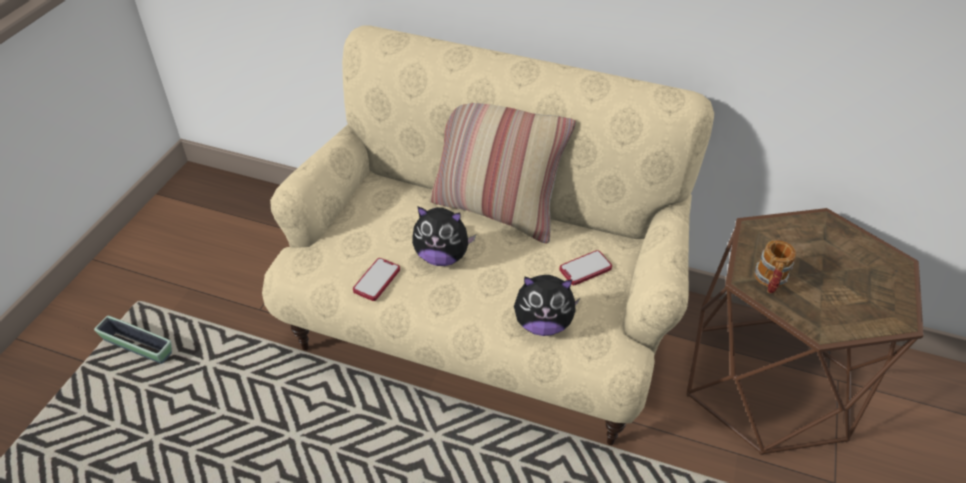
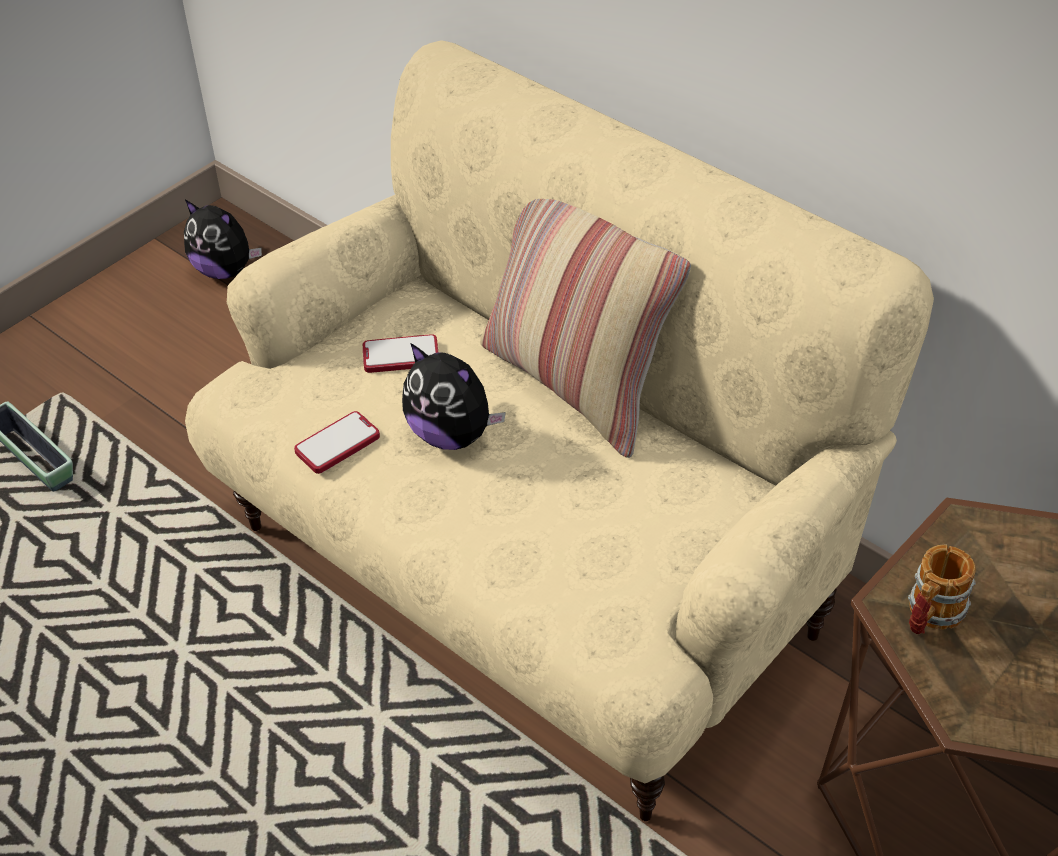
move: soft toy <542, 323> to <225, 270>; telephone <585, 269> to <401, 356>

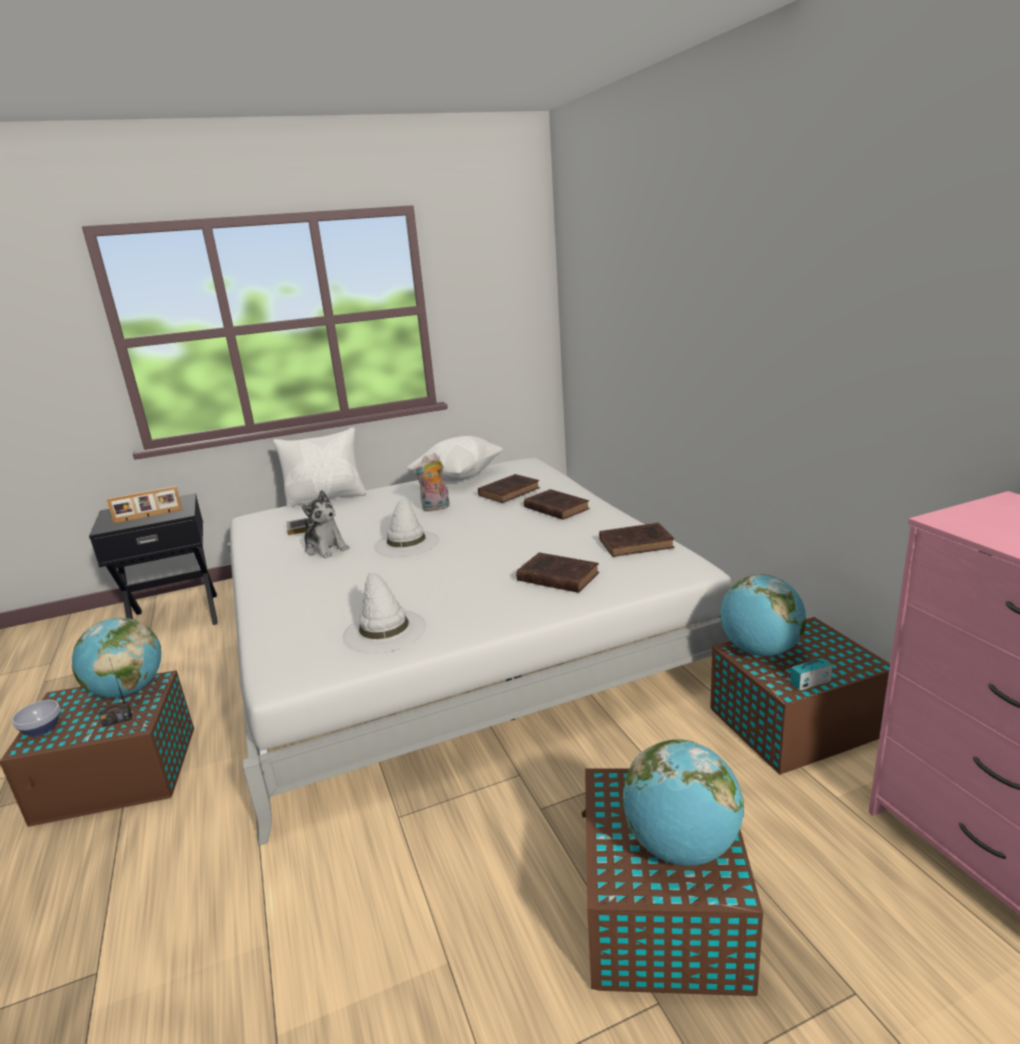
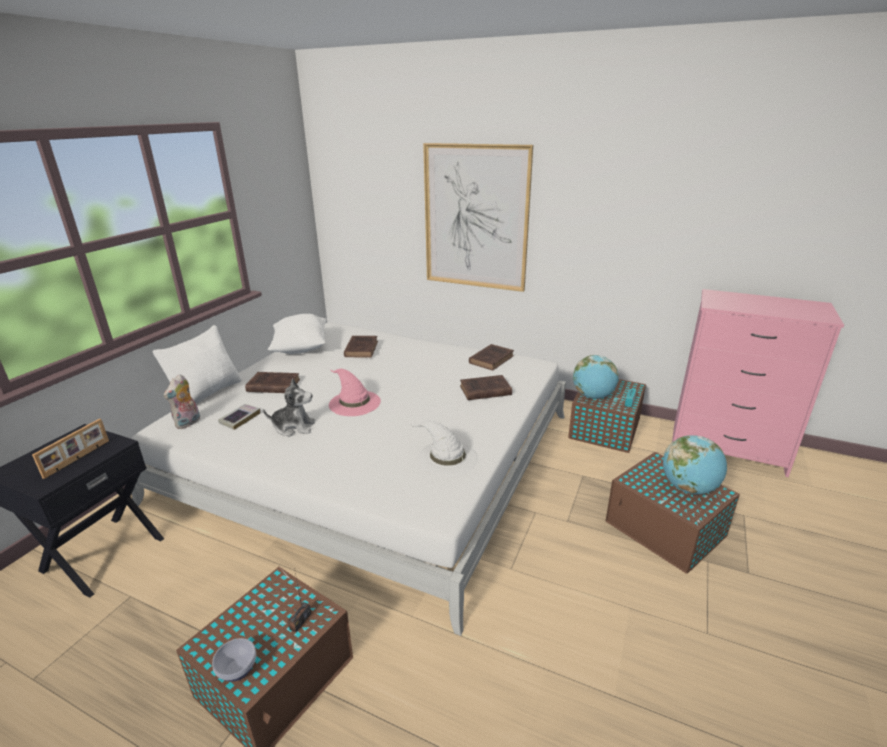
delete: desk globe <128, 690>
insert: wall picture <475, 218>
move: soft toy <435, 508> to <188, 423>; brown-coloured bound book <555, 508> to <272, 385>
recolor: white hat <406, 543> to pink-coloured hat <354, 402>

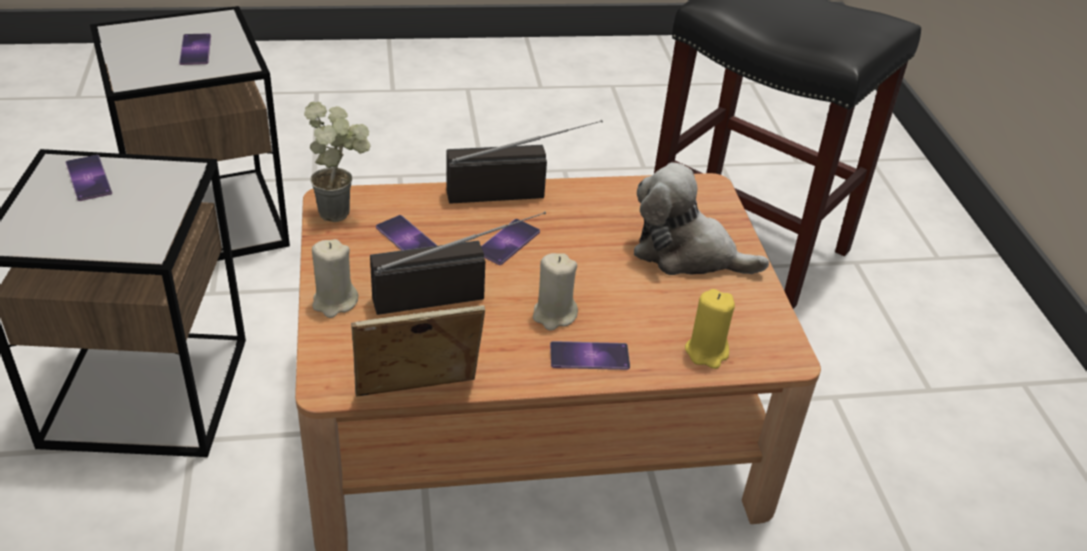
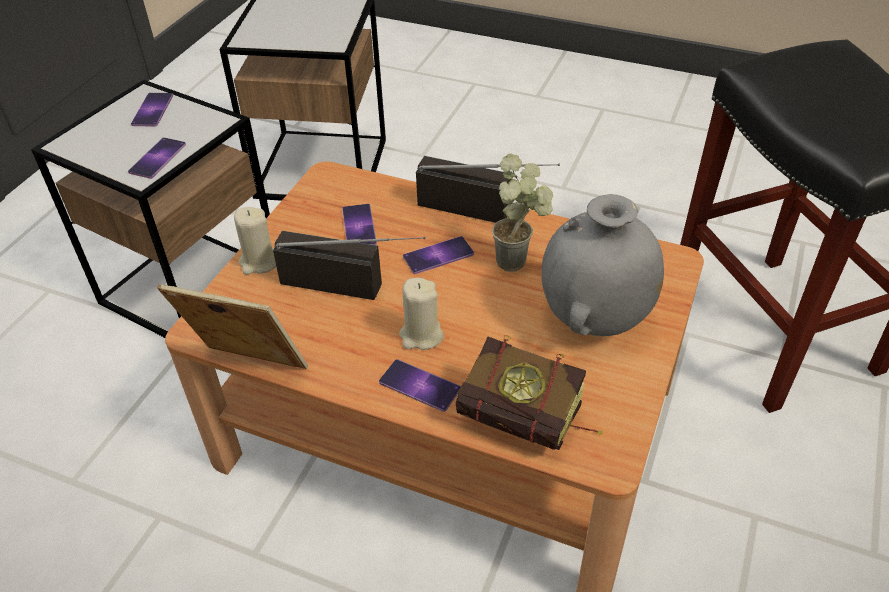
move: telephone <195, 49> to <157, 158>; houseplant <343, 211> to <520, 262>
replace: yellow-coloured wax light <707, 352> to bound book <531, 424>; soft toy <687, 254> to grey decorative vase <594, 320>

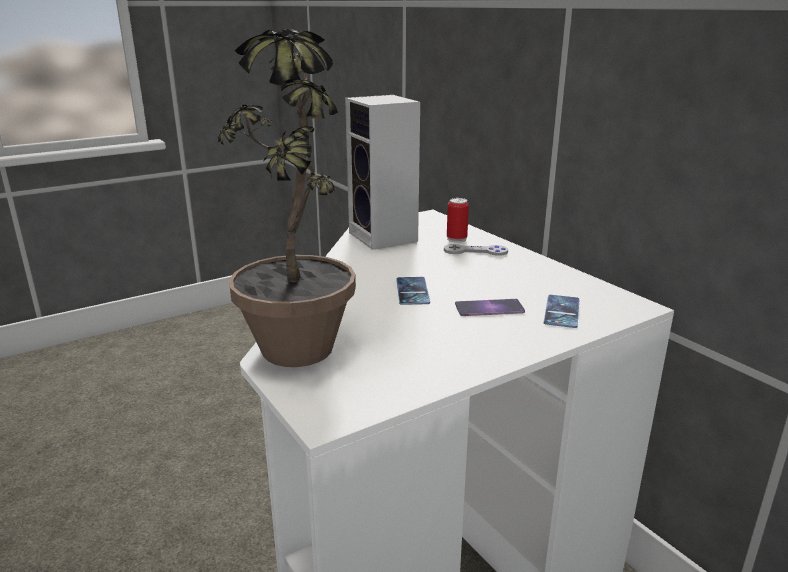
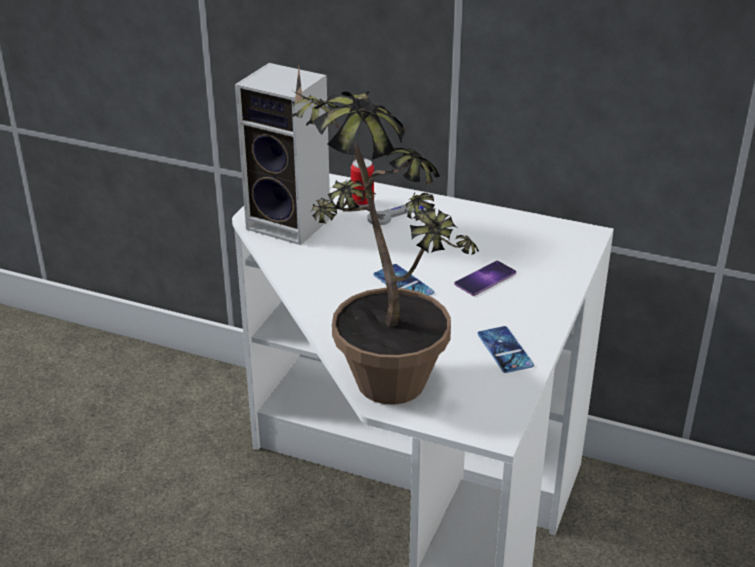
move: telephone <561, 311> to <505, 350>

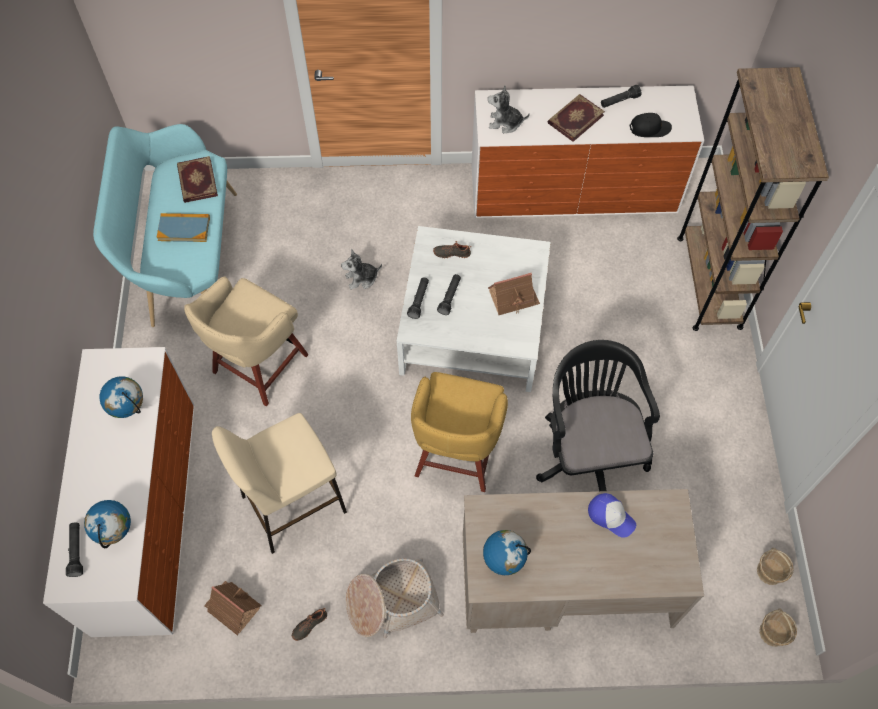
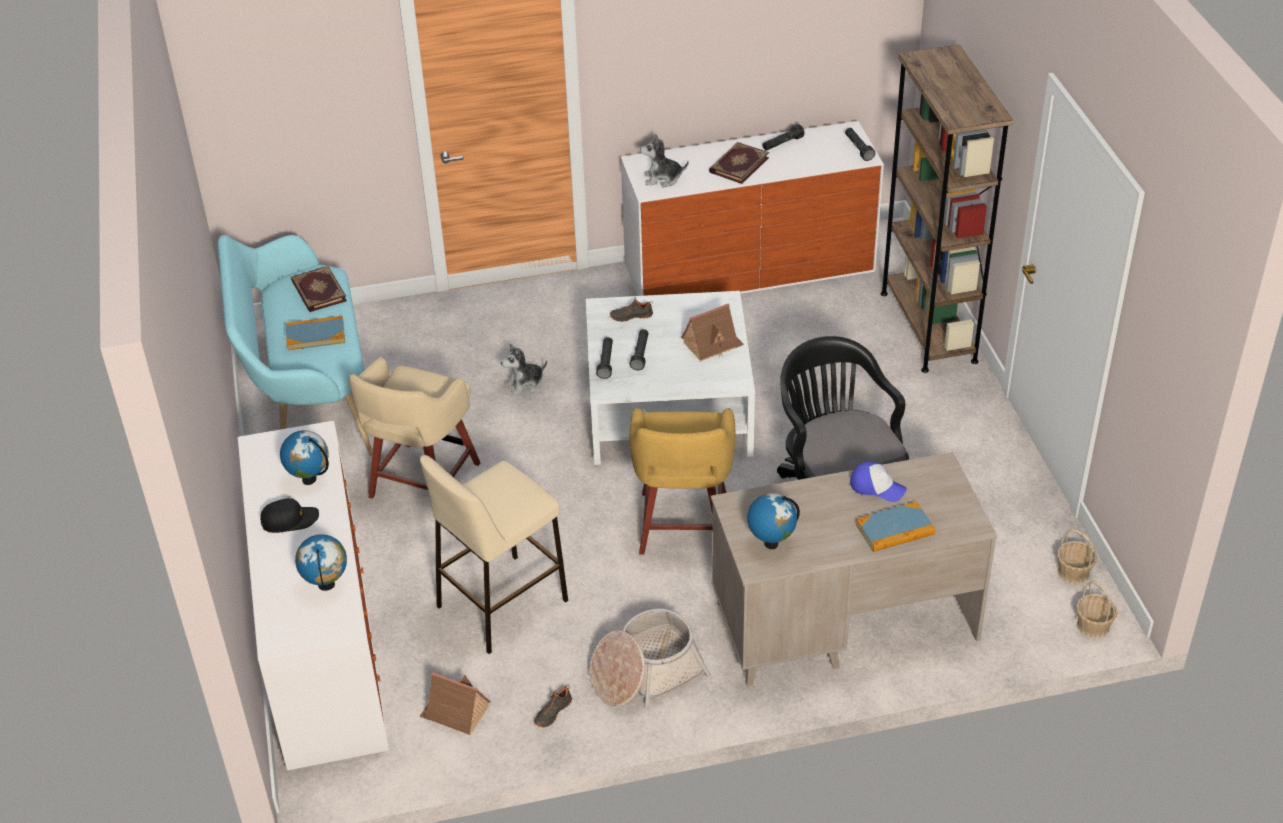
insert: bound book <895, 529>
move: black-coloured peaked cap <649, 128> to <290, 520>; black-coloured hand torch <76, 551> to <858, 148>

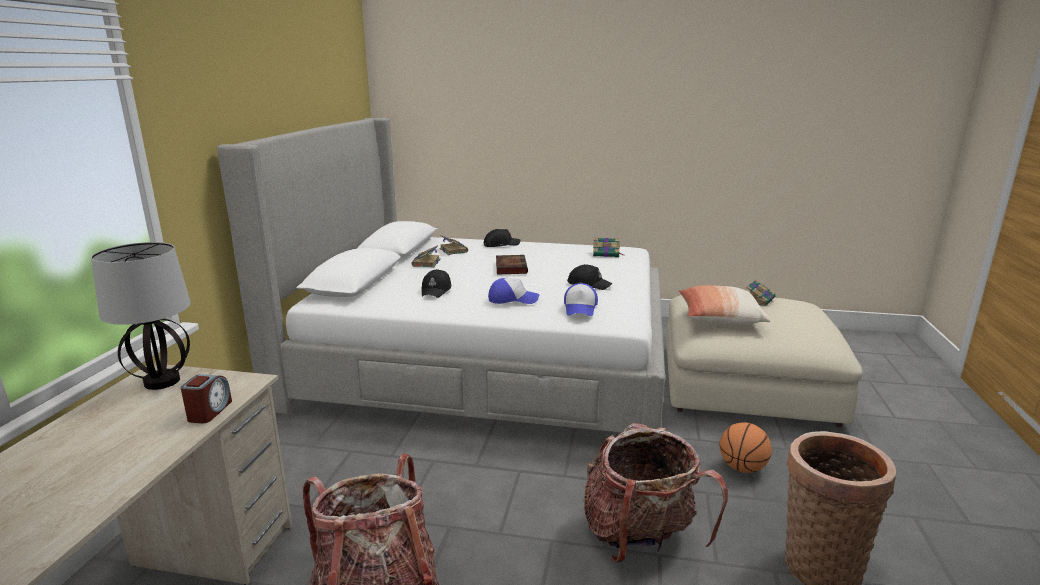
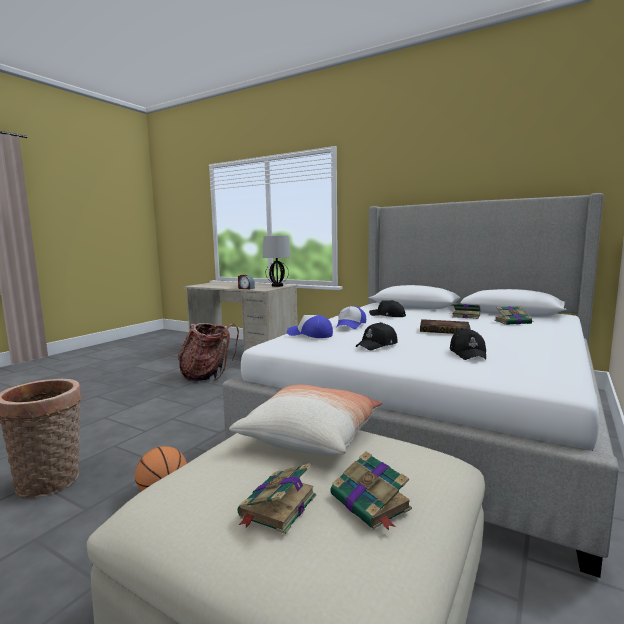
delete: knapsack <640, 537>
move: bound book <606, 254> to <277, 507>; black-coloured peaked cap <501, 244> to <468, 353>

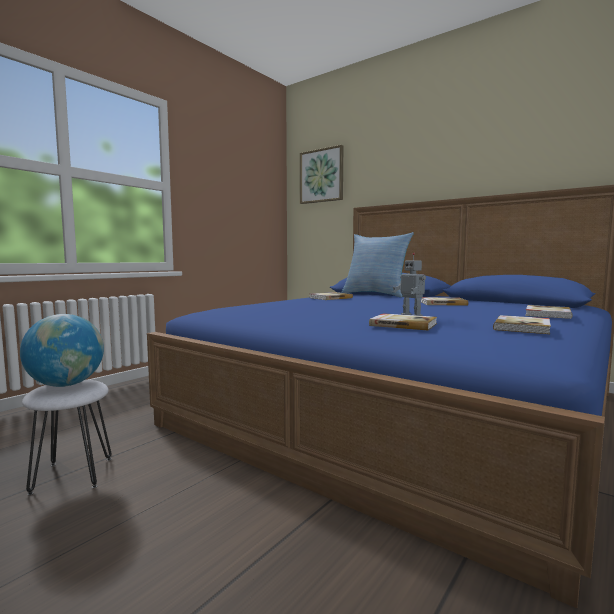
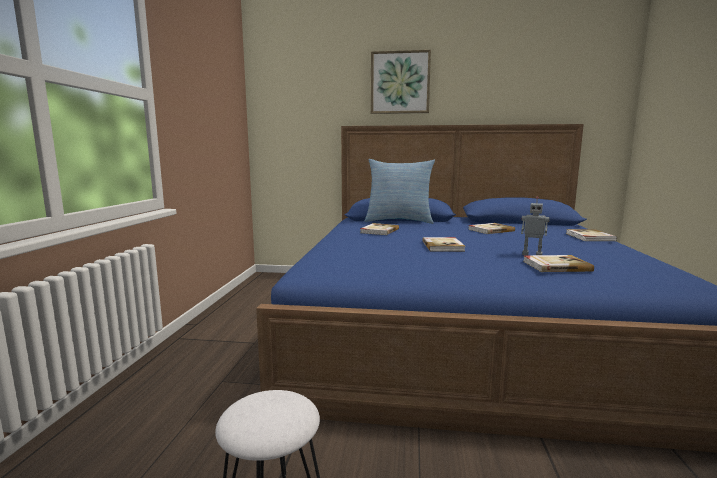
delete: desk globe <66, 385>
move: wall picture <321, 176> to <400, 83>; bound book <523, 327> to <443, 246>

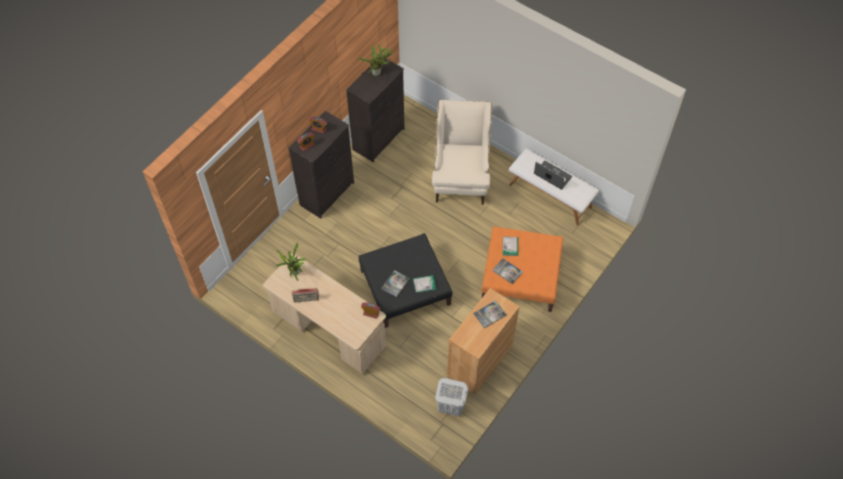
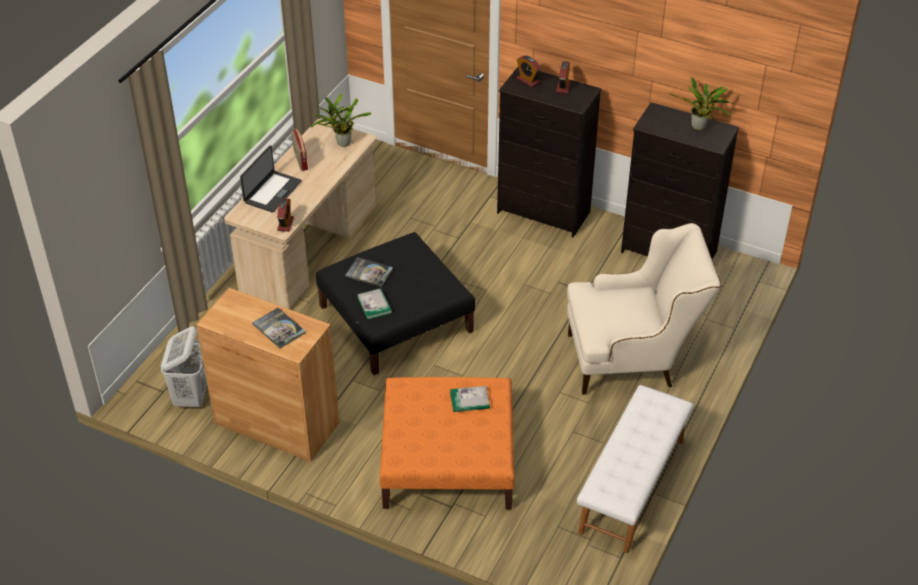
delete: bound book <507, 271>
move: portable computer <552, 176> to <272, 191>

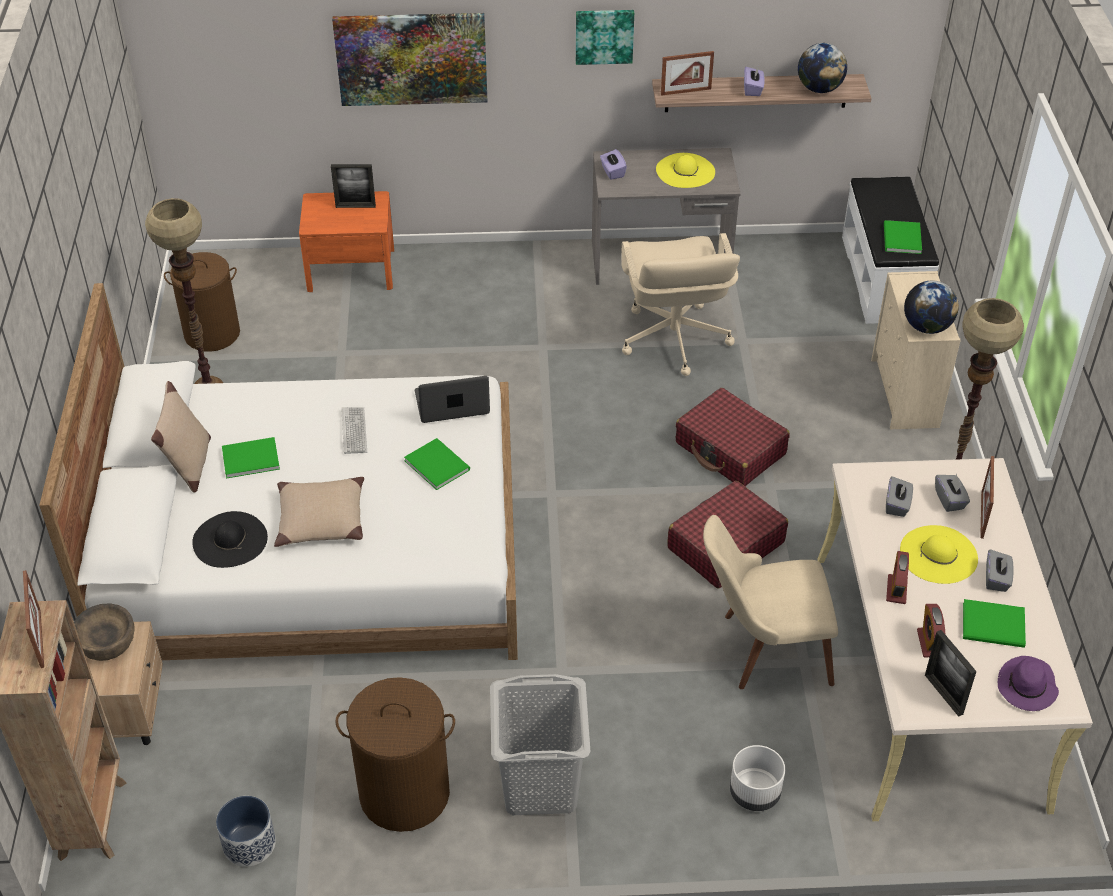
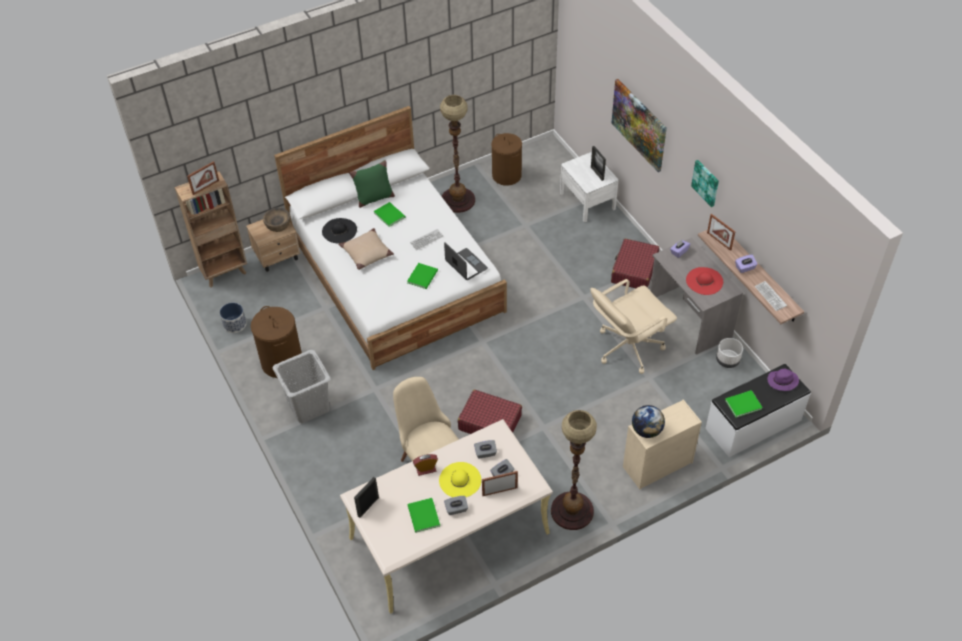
delete: table clock <929, 643>
move: red-coloured suitcase <730, 449> to <634, 270>; white plant pot <755, 793> to <727, 361>; purple hat <1027, 687> to <782, 381>
replace: desk globe <819, 89> to computer keyboard <770, 296>
recolor: beige pillow <189, 466> to green pillow <374, 198>; orange-coloured bedside table <351, 269> to white bedside table <587, 201>; yellow-coloured hat <685, 171> to red-coloured hat <704, 281>

